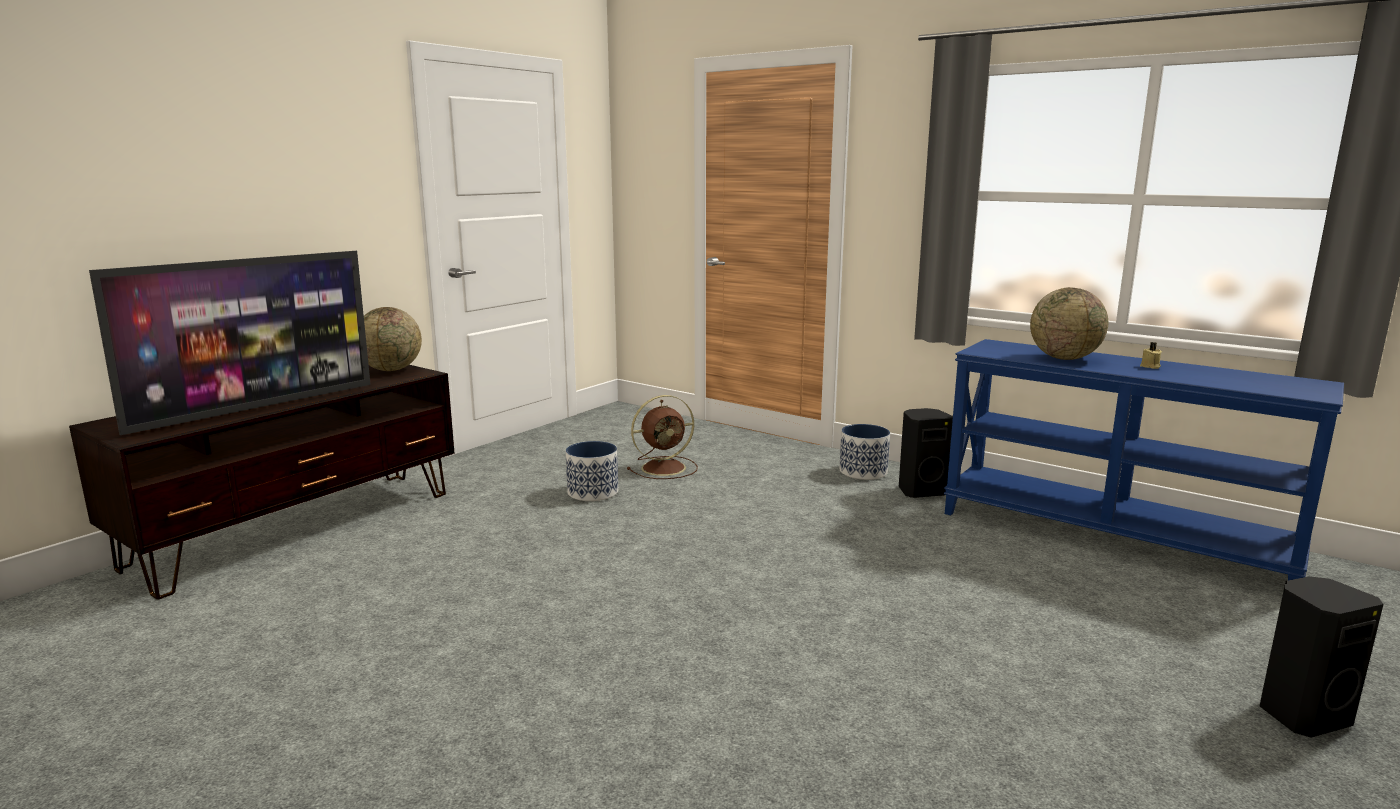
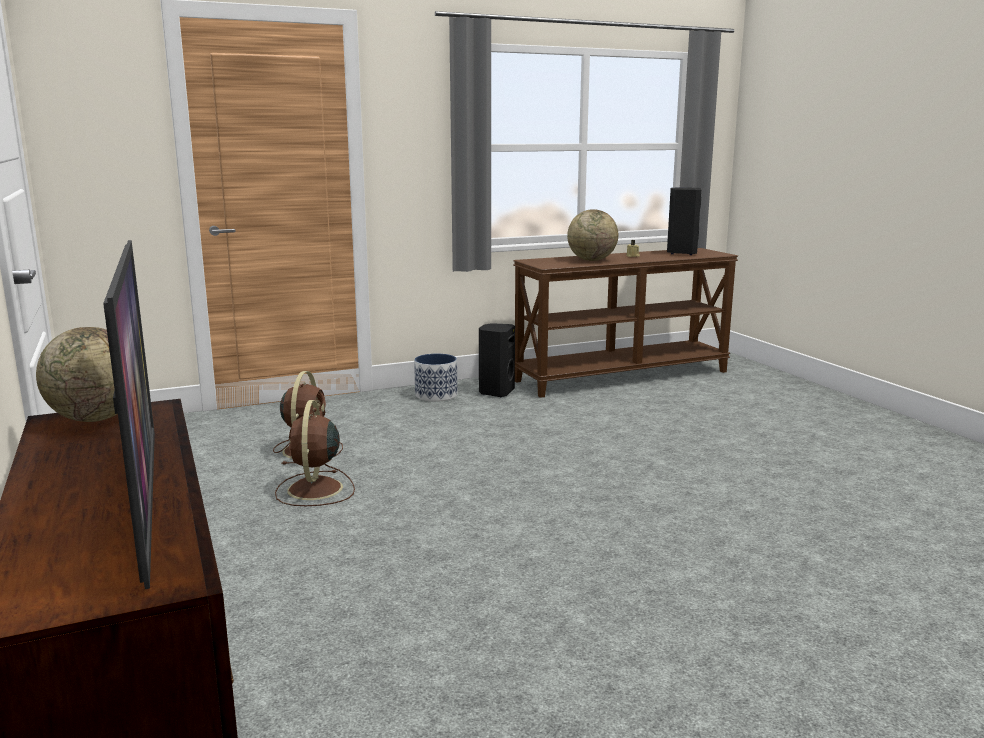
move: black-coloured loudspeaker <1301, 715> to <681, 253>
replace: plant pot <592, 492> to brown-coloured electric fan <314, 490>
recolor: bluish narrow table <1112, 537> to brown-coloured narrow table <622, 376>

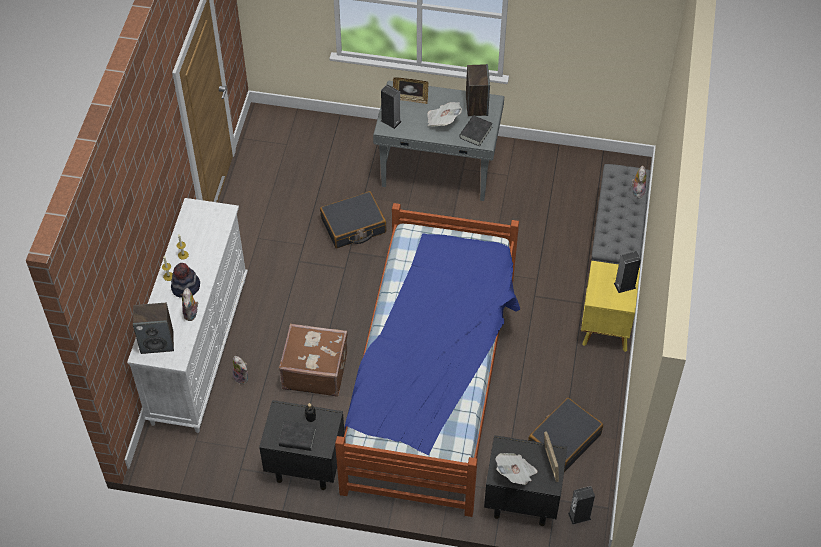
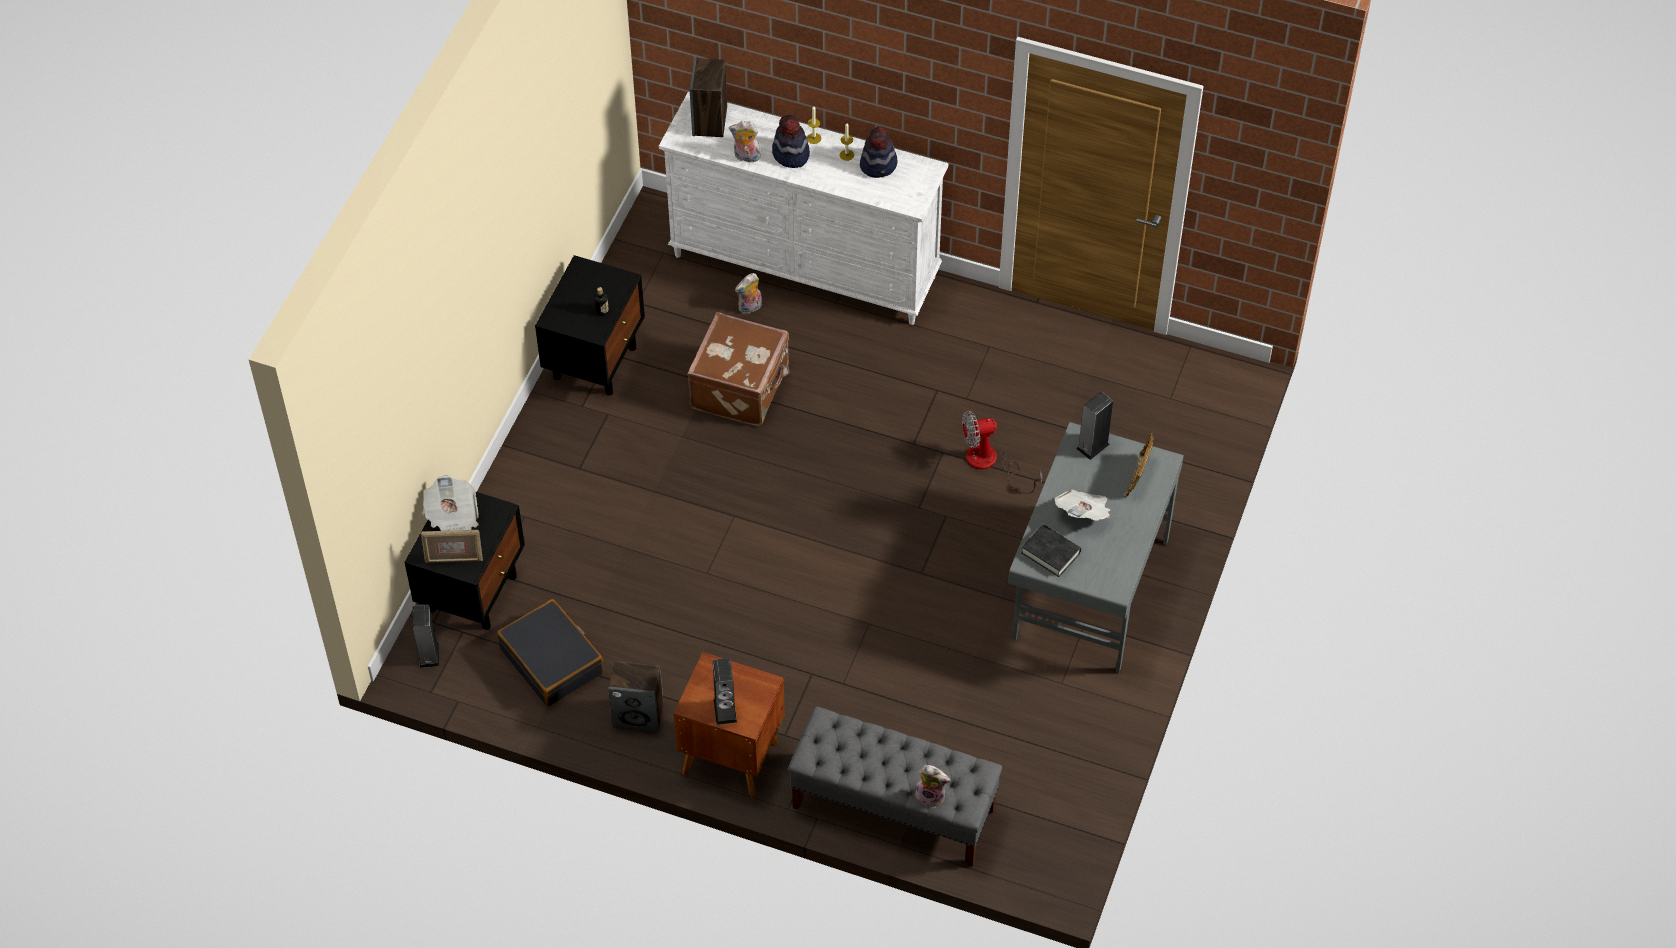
delete: black-coloured bound book <297, 438>; sleeping bed <432, 382>
insert: hat <879, 164>
move: loudspeaker <476, 105> to <638, 715>
replace: black-coloured suitcase <353, 226> to electric fan <990, 463>
recolor: yellow-coloured bedside table <605, 328> to brown-coloured bedside table <730, 755>

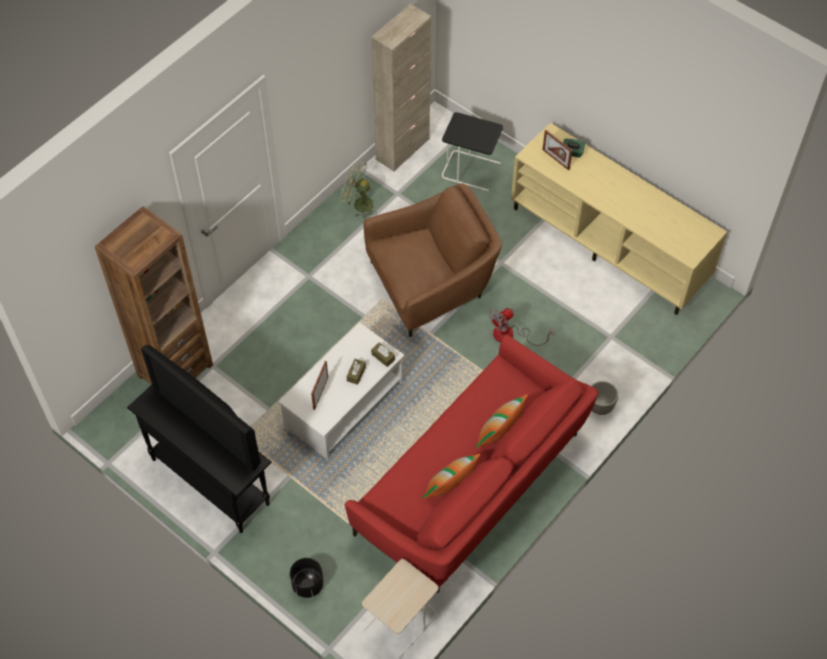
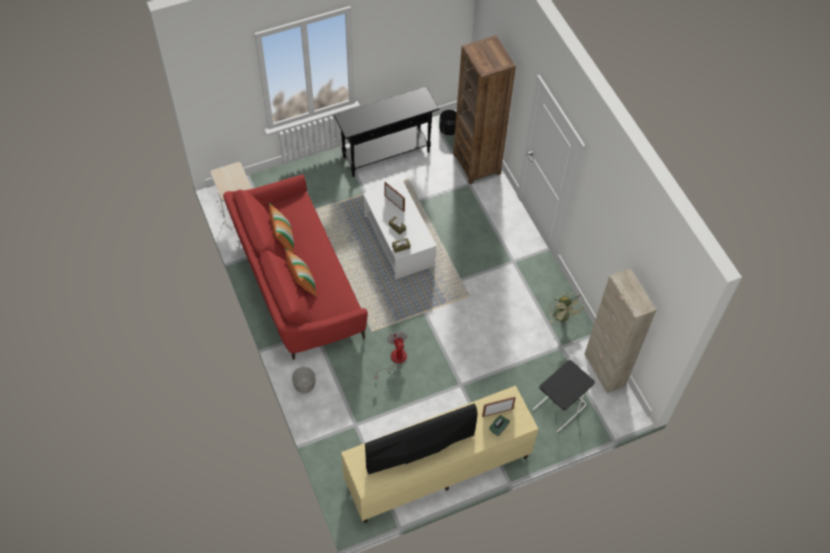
delete: brown-coloured lounge chair <432, 283>
move: television <209, 423> to <421, 455>; black-coloured plant pot <307, 584> to <448, 129>
rotate: green electric fan <358, 204> = <563, 318> 120 degrees clockwise

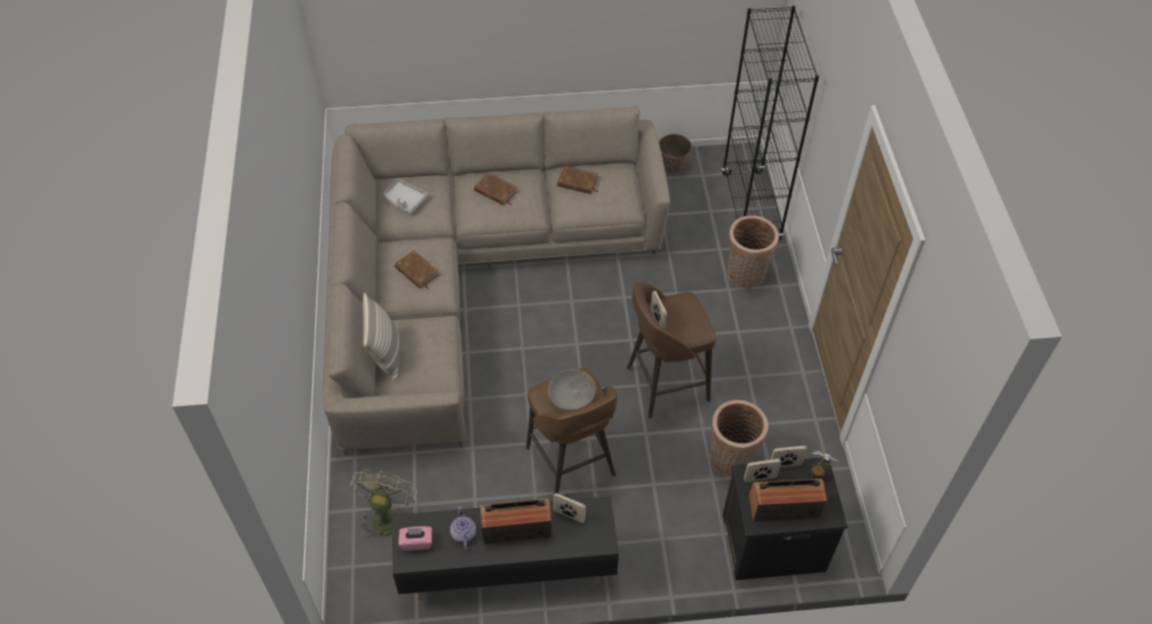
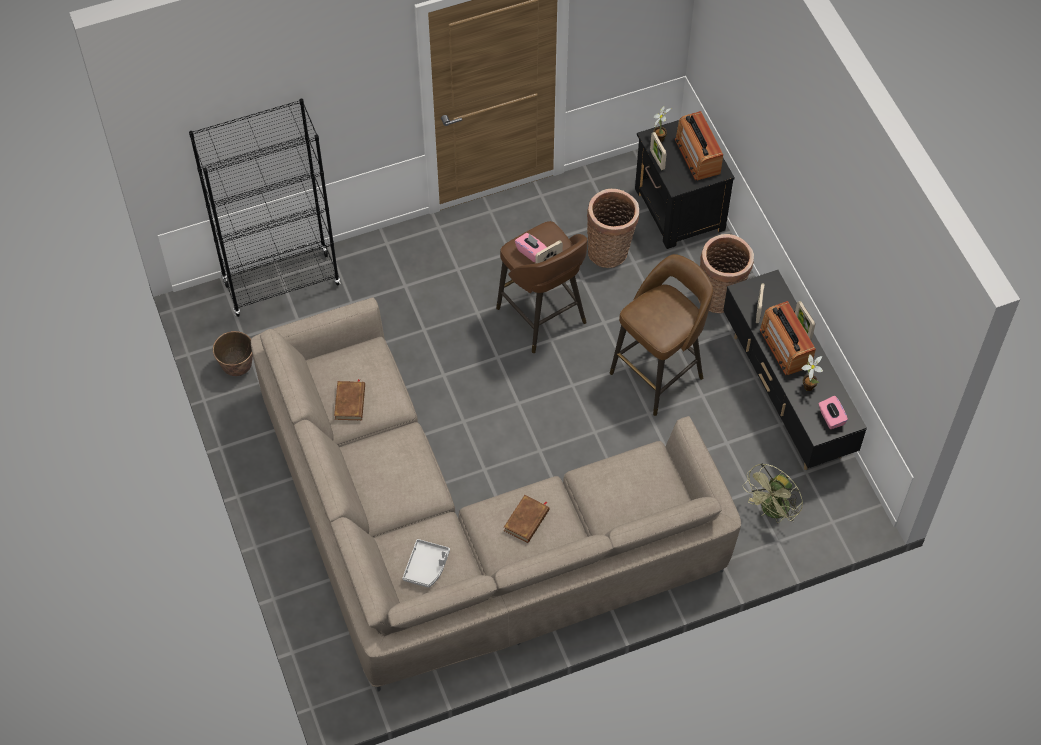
delete: pillow <386, 355>; brown-coloured bound book <495, 191>; grey deep dish <571, 397>
insert: pink-coloured tissue box <531, 252>
move: storage basket <745, 277> to <721, 296>; photo frame <760, 478> to <802, 329>
replace: tea pot <463, 534> to houseplant <808, 385>
rotate: green electric fan <386, 515> = <772, 511> 45 degrees counterclockwise

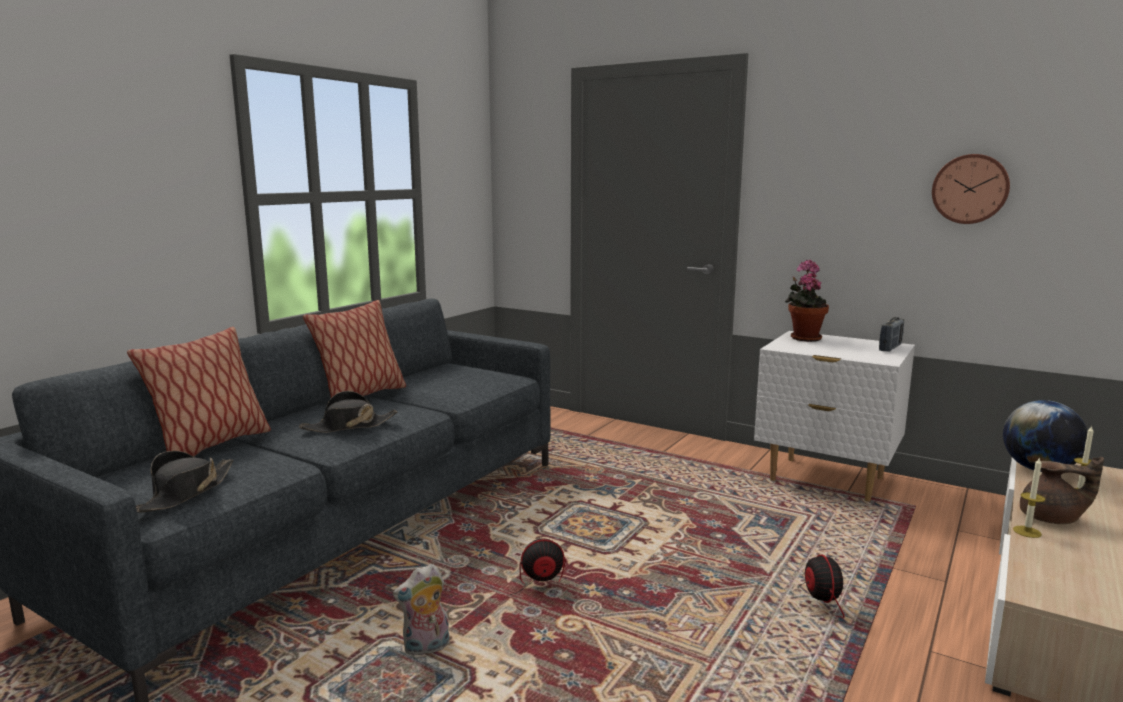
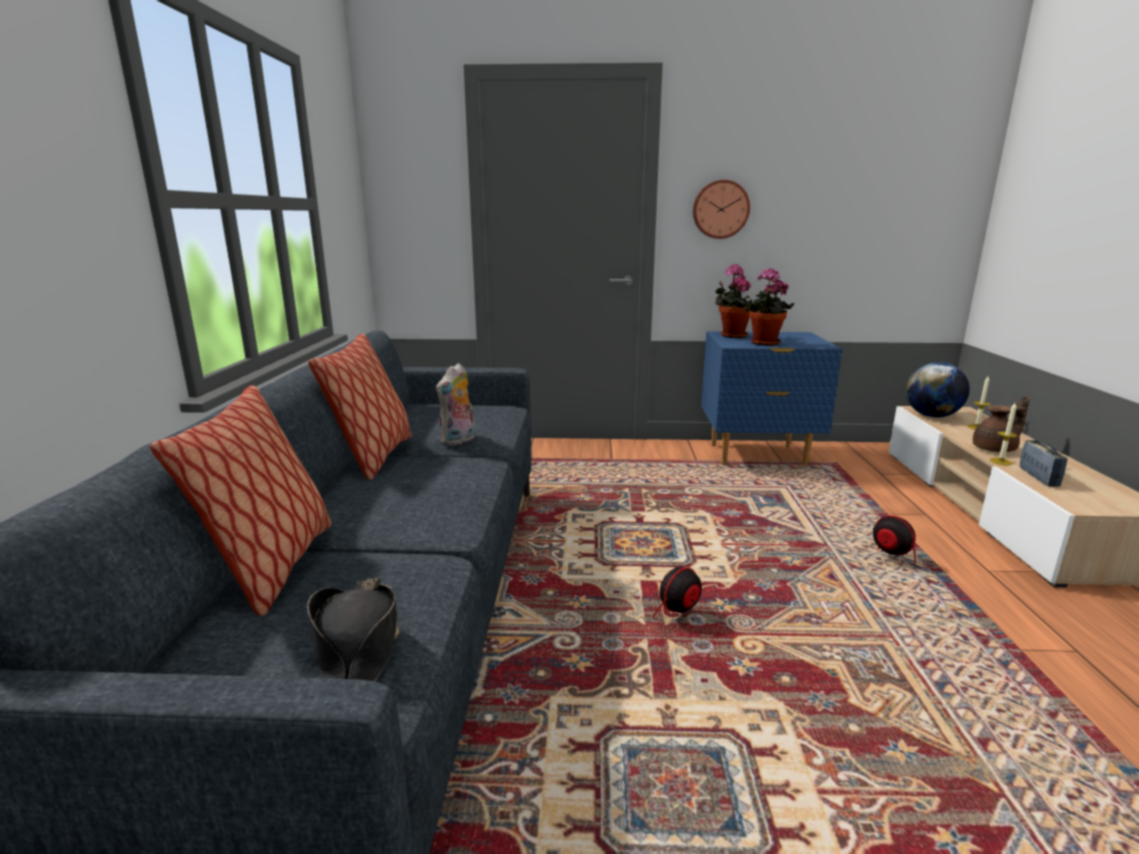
delete: black-coloured hat <349, 426>
insert: houseplant <764, 343>
move: soft toy <426, 649> to <459, 440>; clock on the wall <970, 189> to <720, 209>; radio set <890, 348> to <1038, 477>
recolor: white bedside table <826, 480> to bluish bedside table <757, 456>

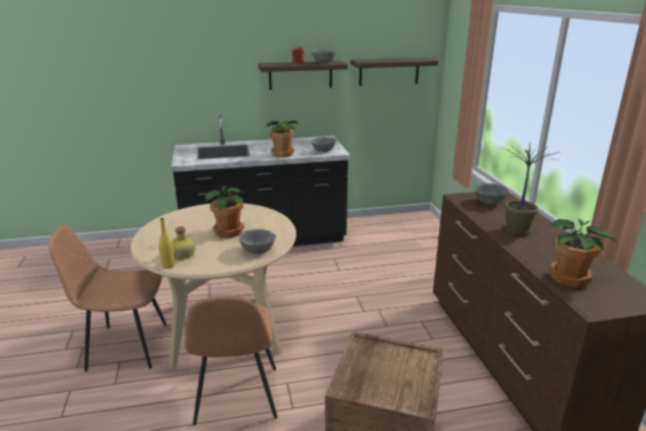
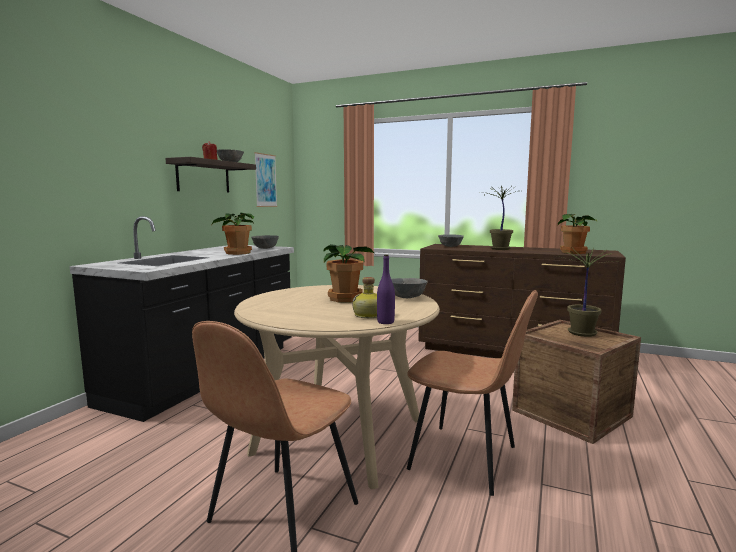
insert: houseplant <582, 333>
replace: shelf <389, 71> to wall picture <265, 180>
recolor: yellow-coloured drink bottle <168, 265> to purple drink bottle <385, 322>

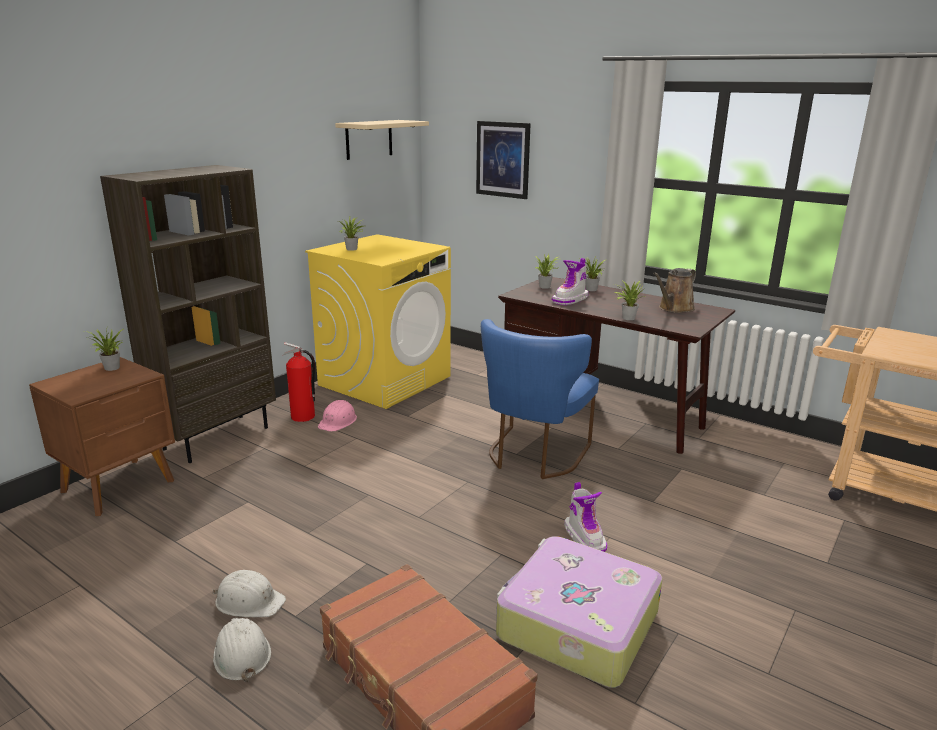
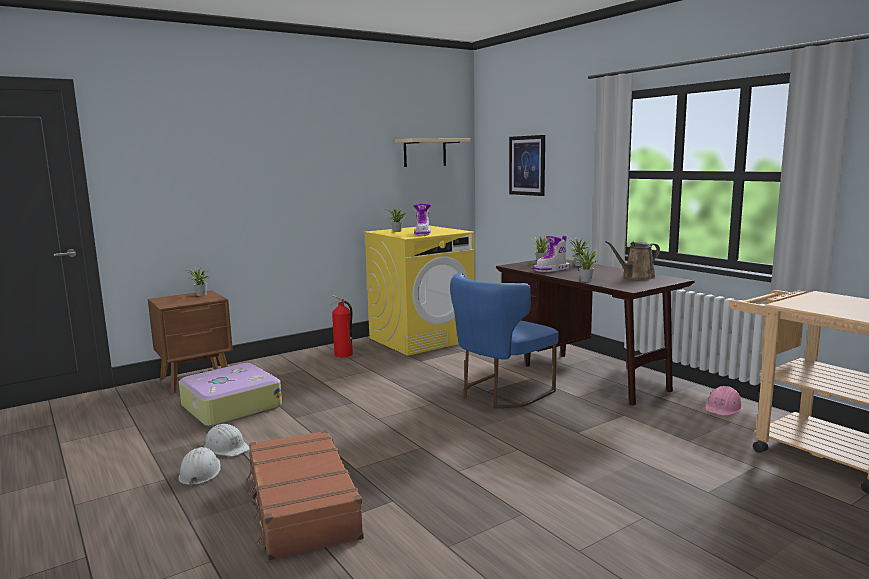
delete: brown-coloured bookshelf <217, 437>
move: suitcase <576, 624> to <230, 406>; high-top boot <585, 538> to <422, 233>; pink-coloured safety helmet <338, 421> to <723, 407>

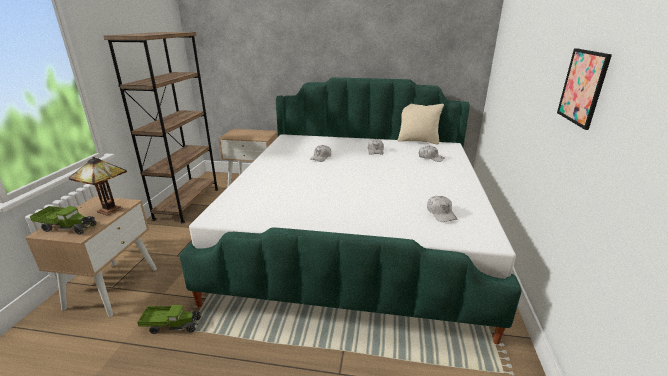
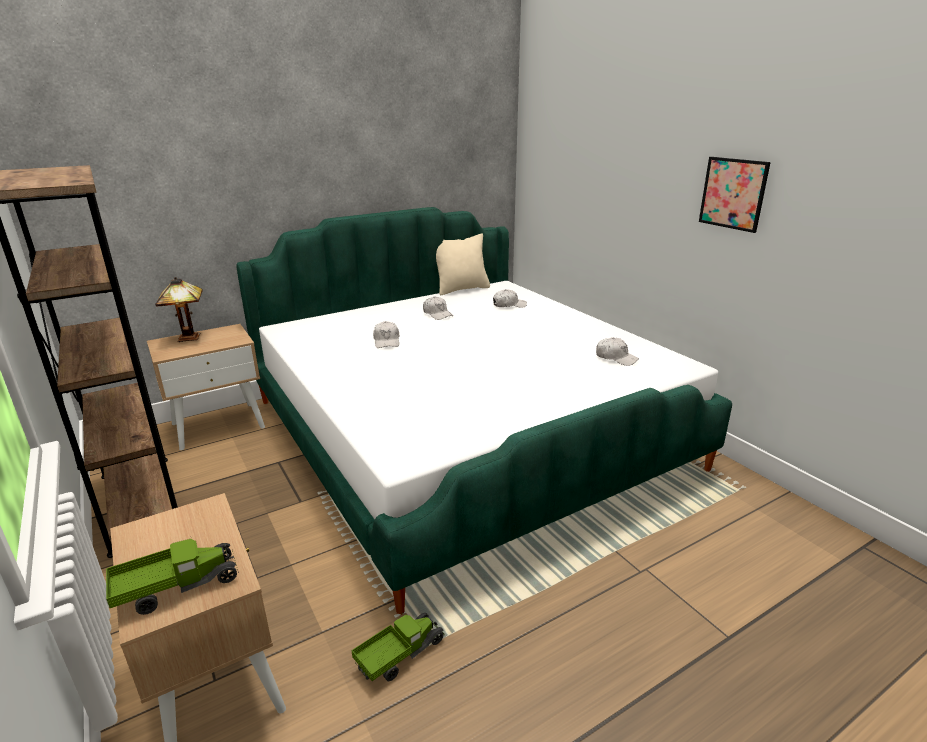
move: table lamp <109, 211> to <190, 338>

